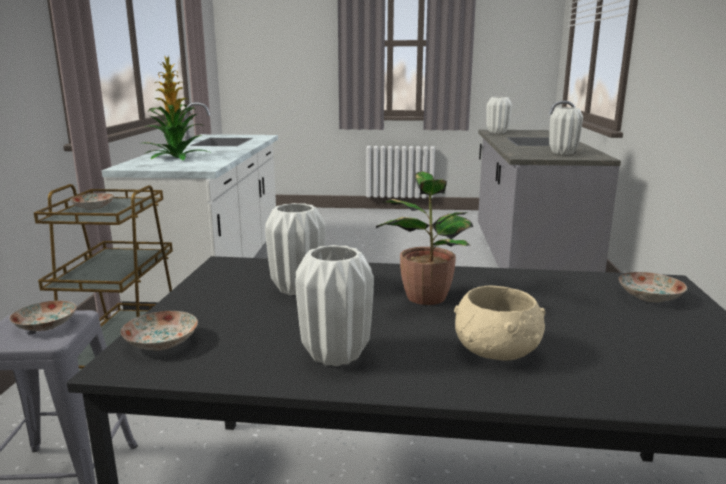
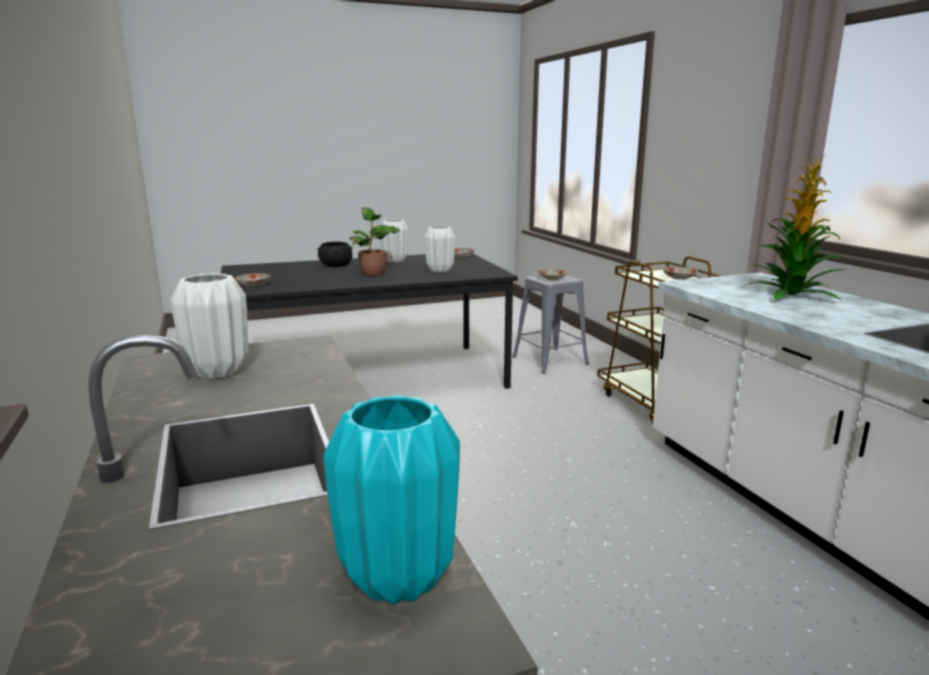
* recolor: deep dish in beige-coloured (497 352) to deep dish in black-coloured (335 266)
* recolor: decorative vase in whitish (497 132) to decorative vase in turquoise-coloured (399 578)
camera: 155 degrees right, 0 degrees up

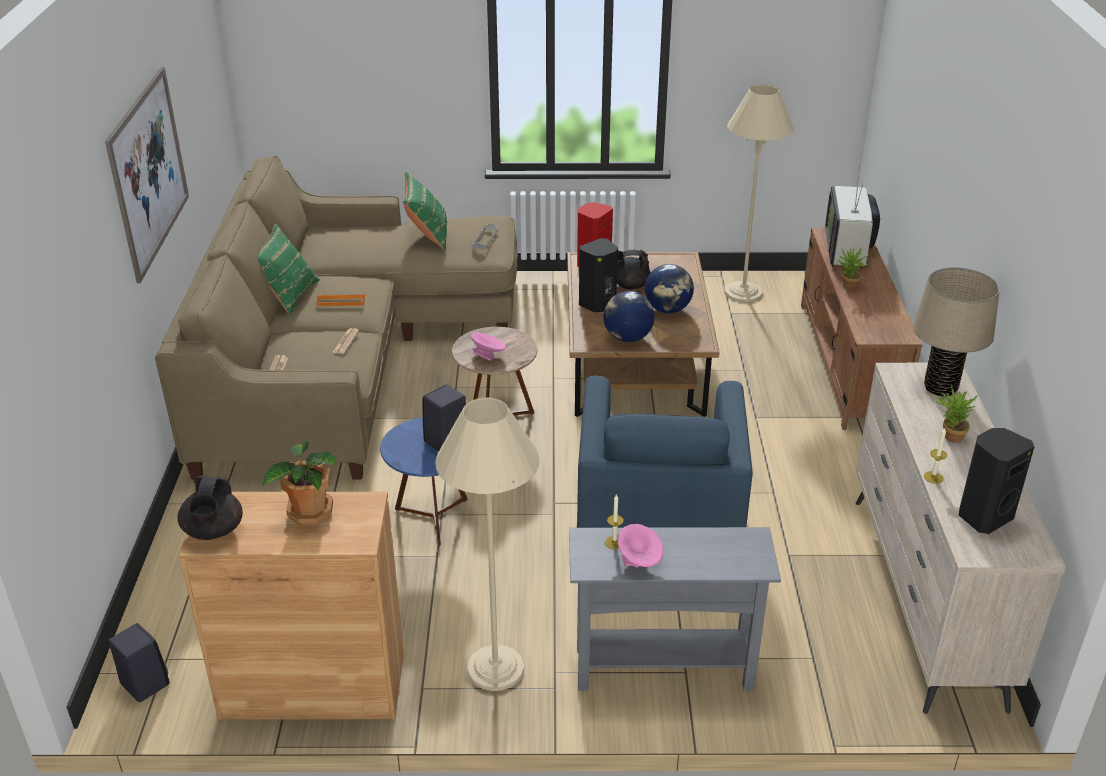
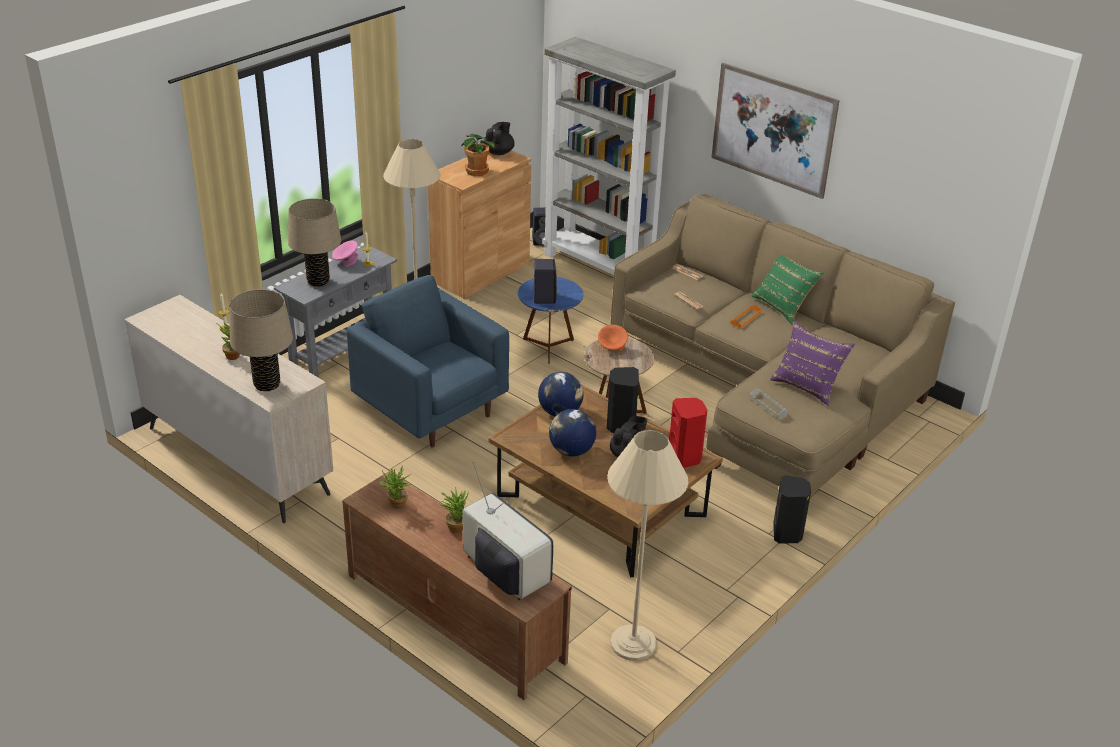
* rotate: tea pot in black-coloured (213 531) = (499 152) 75 degrees clockwise
* recolor: throw pillow in green-coloured (427 236) to throw pillow in purple (807 385)
* recolor: deep dish in pink-coloured (488 356) to deep dish in orange (612 349)
* move: loudspeaker in black-coloured (983 516) to (787 534)
* insert: tabletop lamp in beige-coloured (318 281)
* insert: plant in a pot (396 506)
* insert: bookcase in greyish (599 267)
camera: 130 degrees right, 0 degrees up

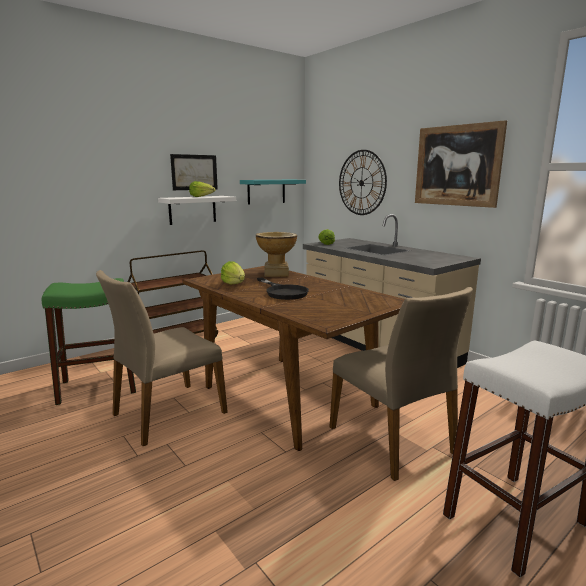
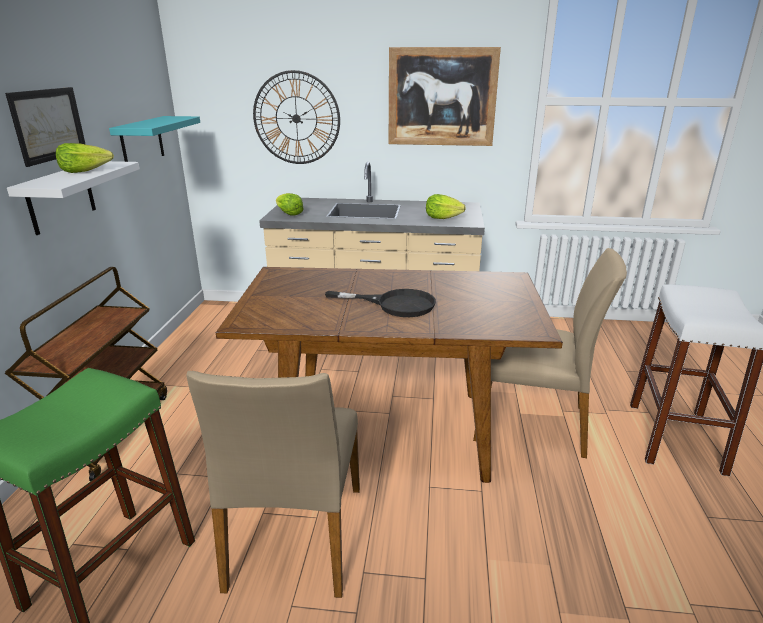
* move: head of lettuce (234 284) to (442 218)
* delete: decorative vase (276 273)
camera: 45 degrees left, 10 degrees up

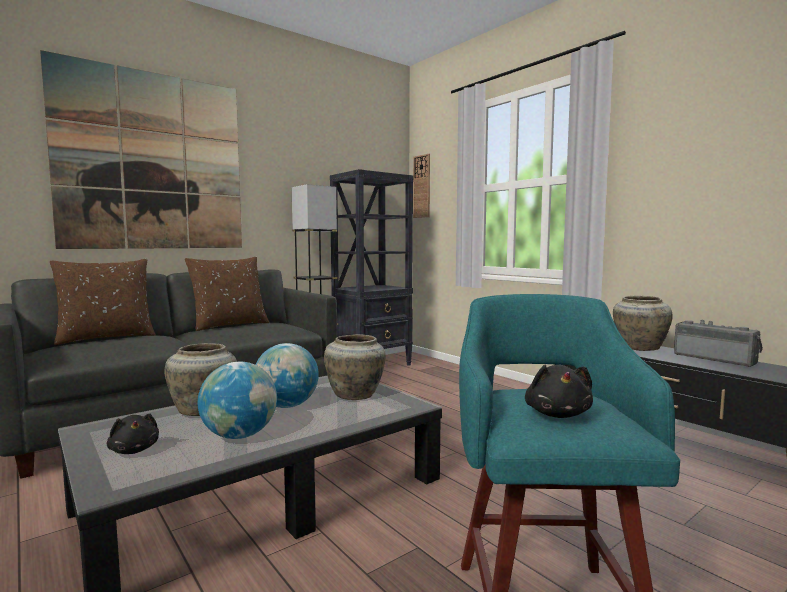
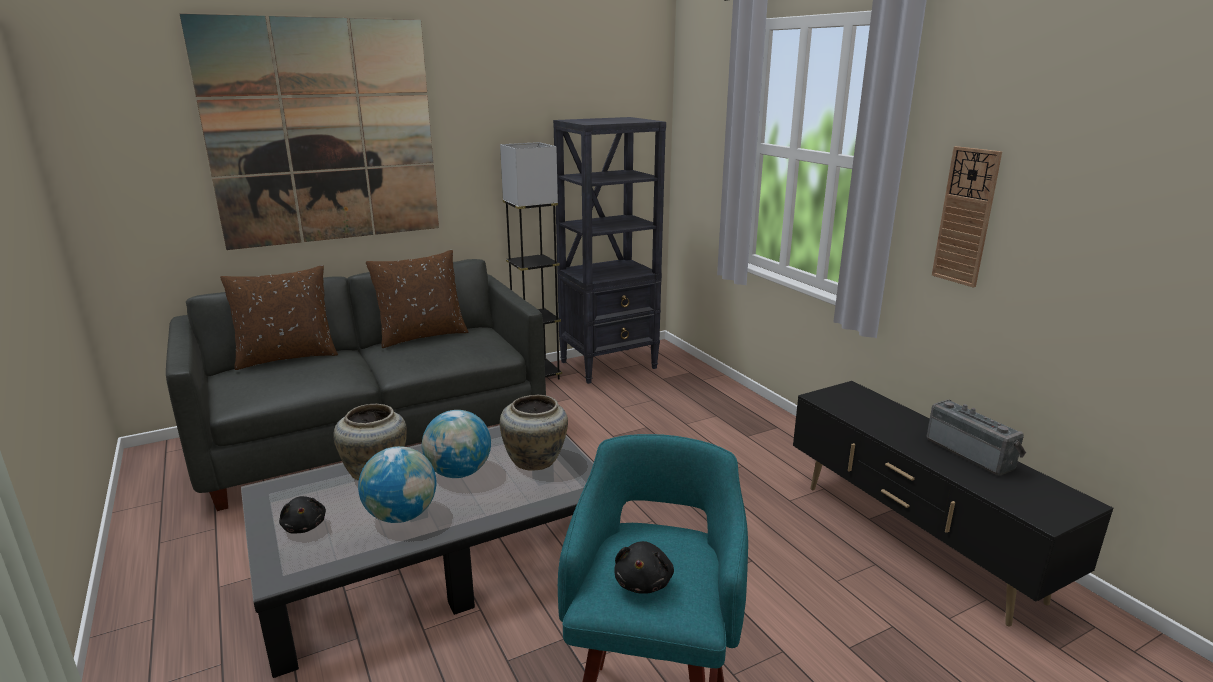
* move: clock on the wall (422 186) to (966 217)
* delete: decorative vase in beige-coloured (639 348)
camera: 10 degrees right, 15 degrees up

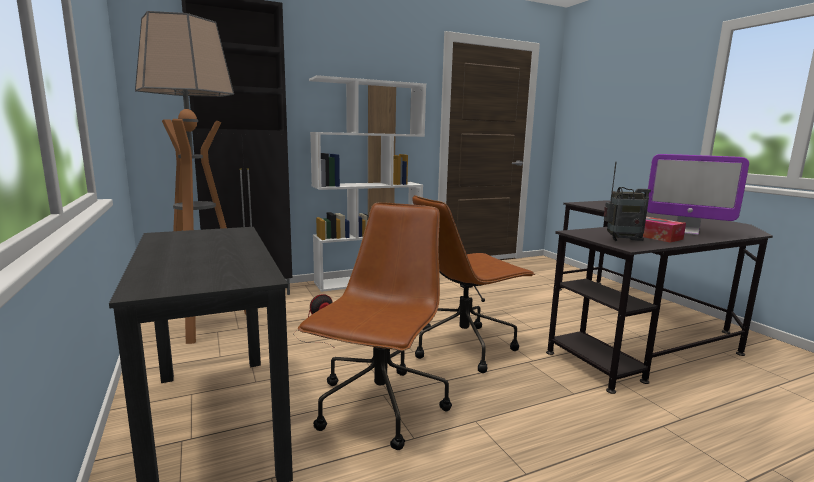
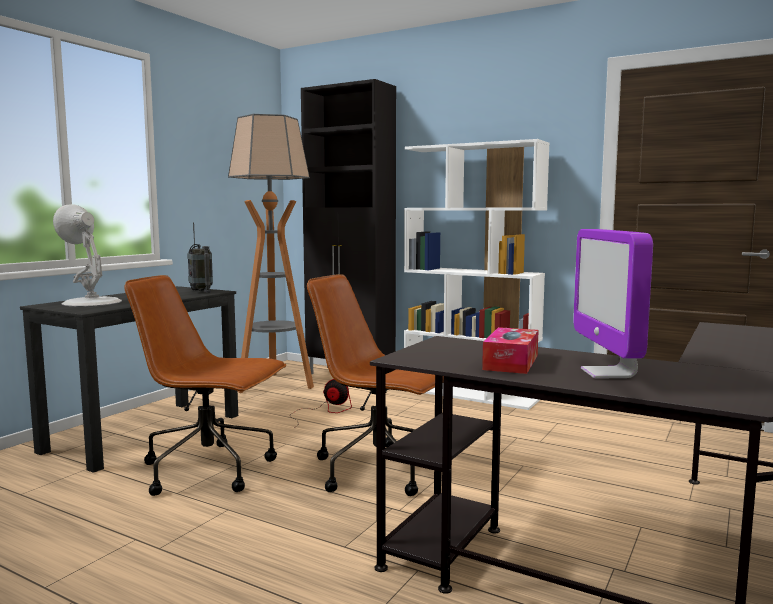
* rotate: computer chair in brownish (379 408) = (210 470) 150 degrees counterclockwise
* move: radio receiver (622 241) to (200 291)
* insert: tabletop lamp in whitish (91 302)
camera: 55 degrees right, 5 degrees down

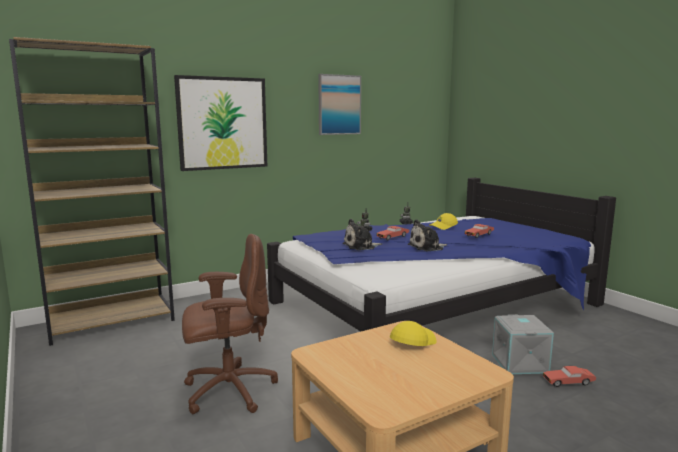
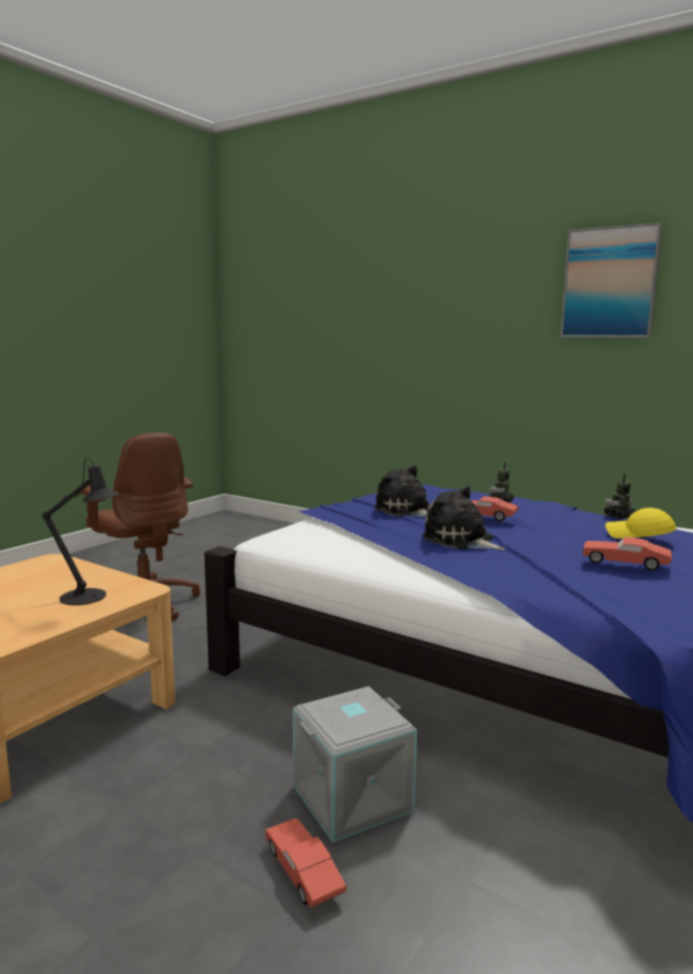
* delete: bookcase in brownish (112 322)
* delete: picture (222 123)
* replace: baseball cap in yellow-coloured (412 342) to tabletop lamp in black-coloured (89 597)
camera: 65 degrees right, 0 degrees up

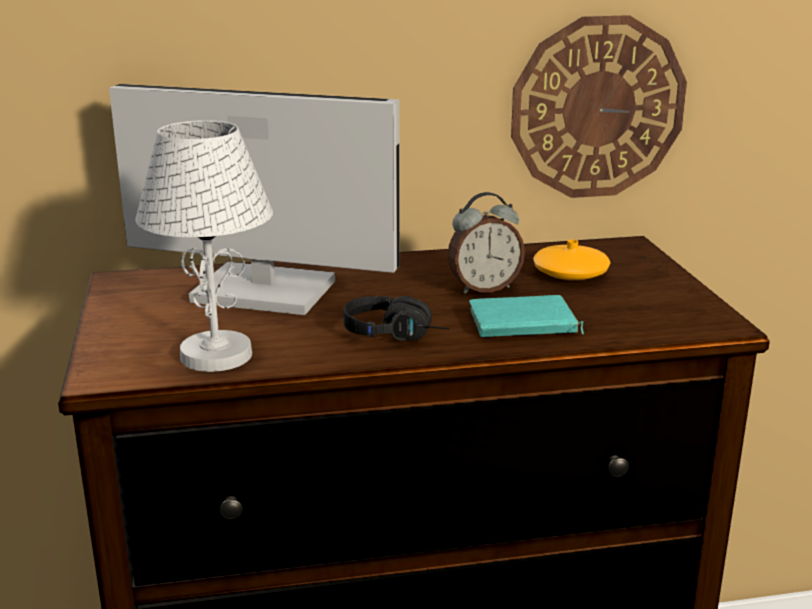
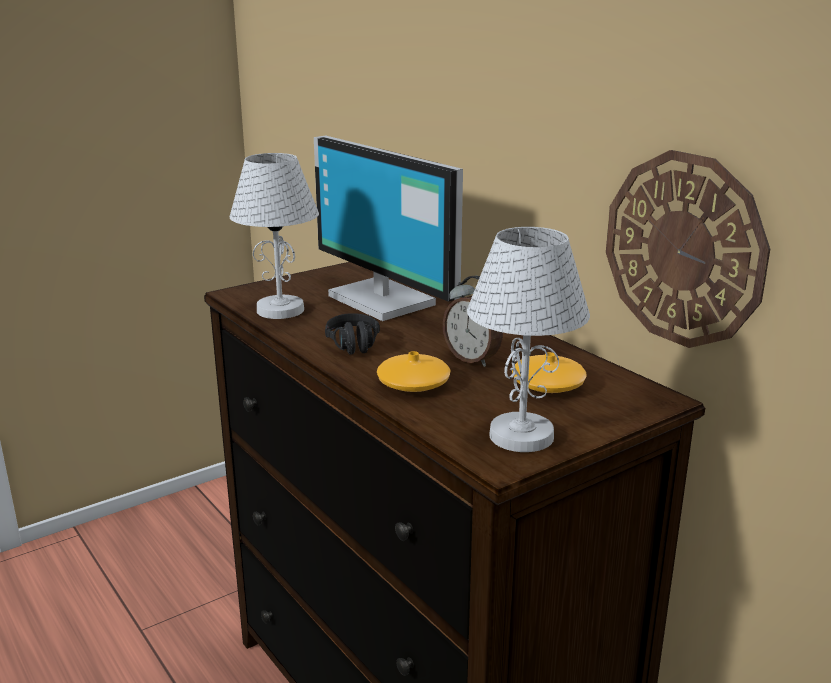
* rotate: computer screen (261 294) = (385 299) 150 degrees clockwise
* replace: bound book in turquoise-coloured (522 324) to decorative vase in orange (413 383)
* insert: tabletop lamp in whitish (520 436)
camera: 65 degrees right, 0 degrees up

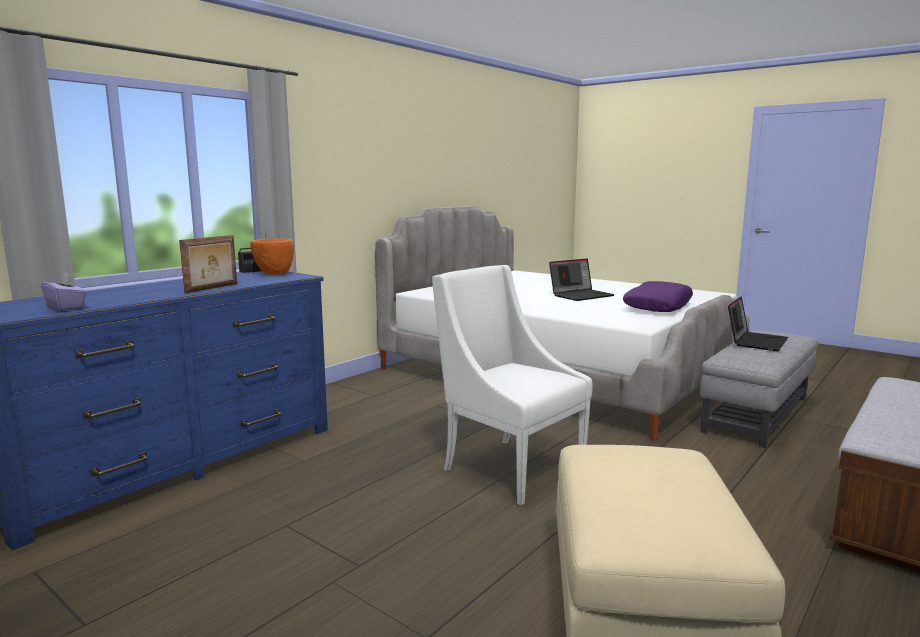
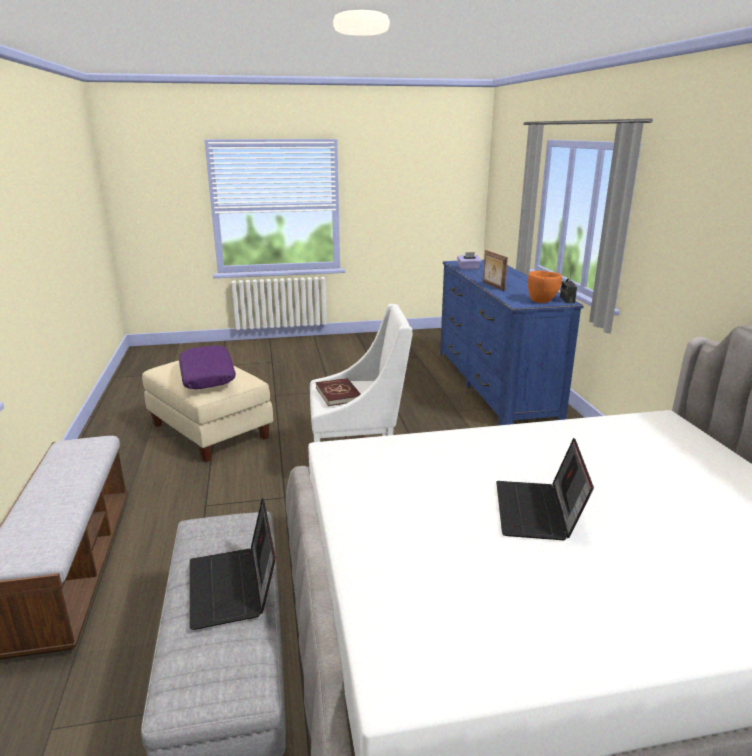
* move: throw pillow in purple (657 307) to (208 376)
* insert: bound book in reddish (338 394)
camera: 130 degrees right, 10 degrees up

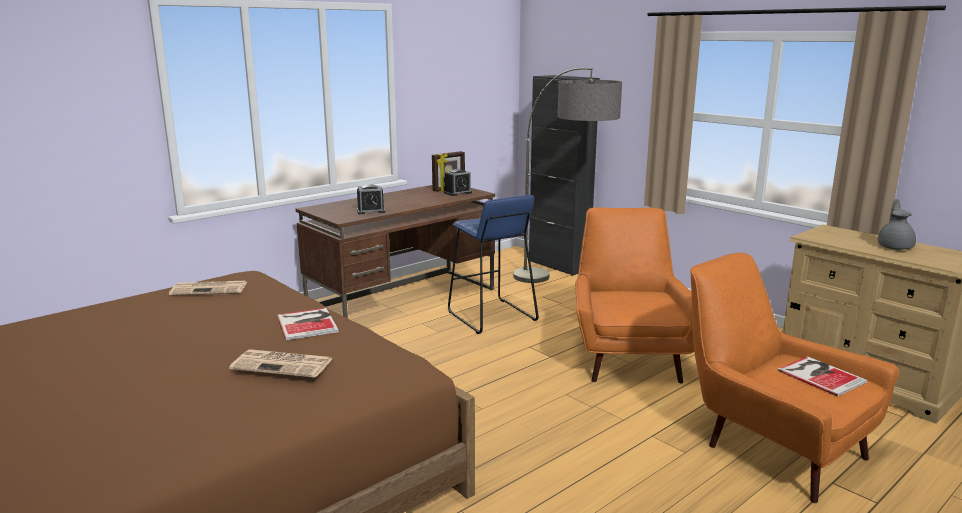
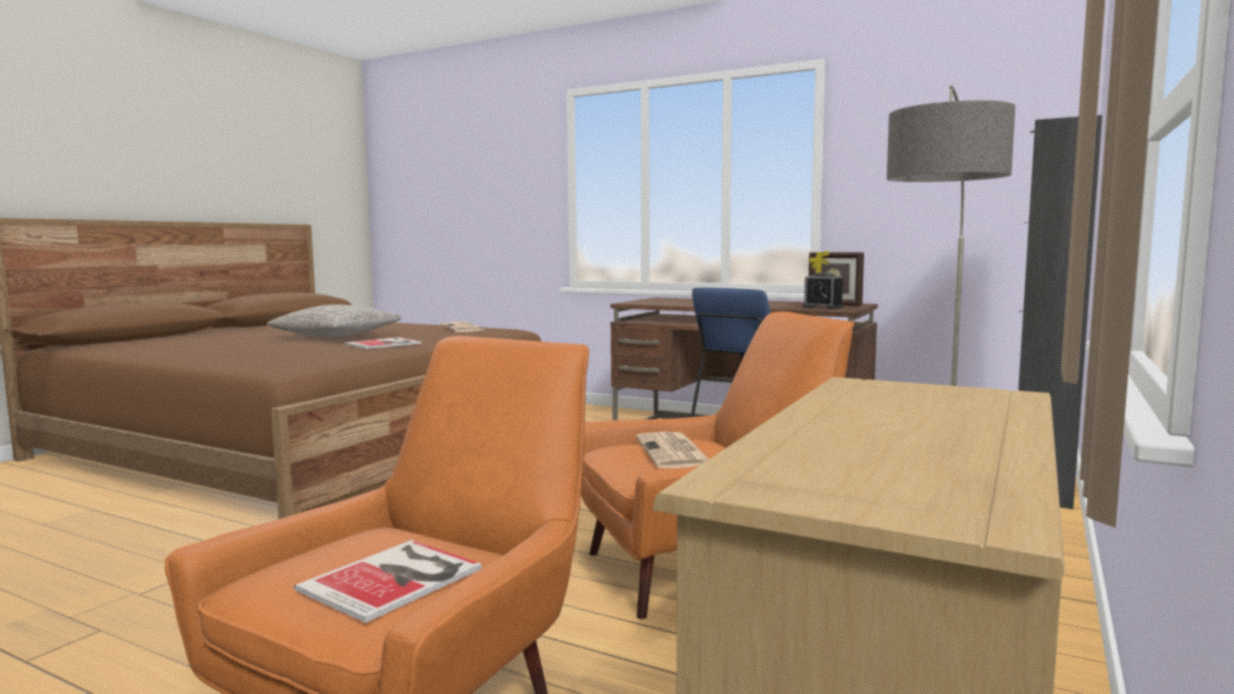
* move: daily paper (284 364) to (674 452)
* delete: alarm clock (370 211)
* delete: tea pot in greyish (895 247)
* insert: throw pillow in greyish (337 336)
camera: 70 degrees right, 10 degrees down

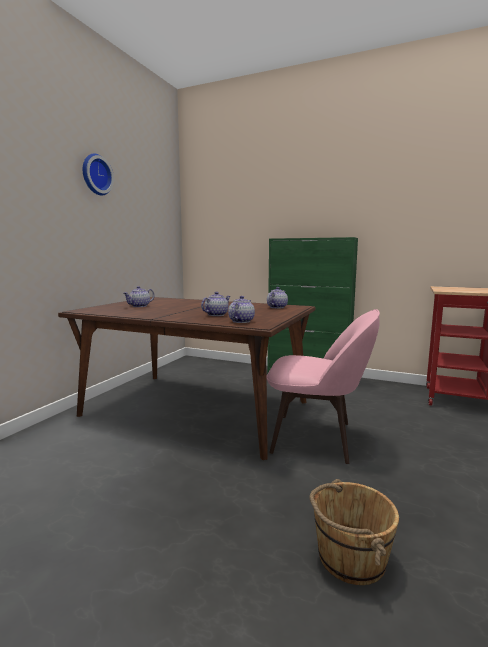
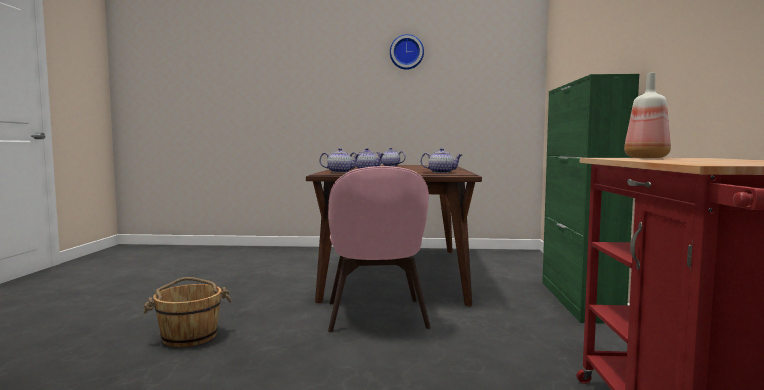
* insert: bottle (644 158)
camera: 70 degrees right, 5 degrees down

